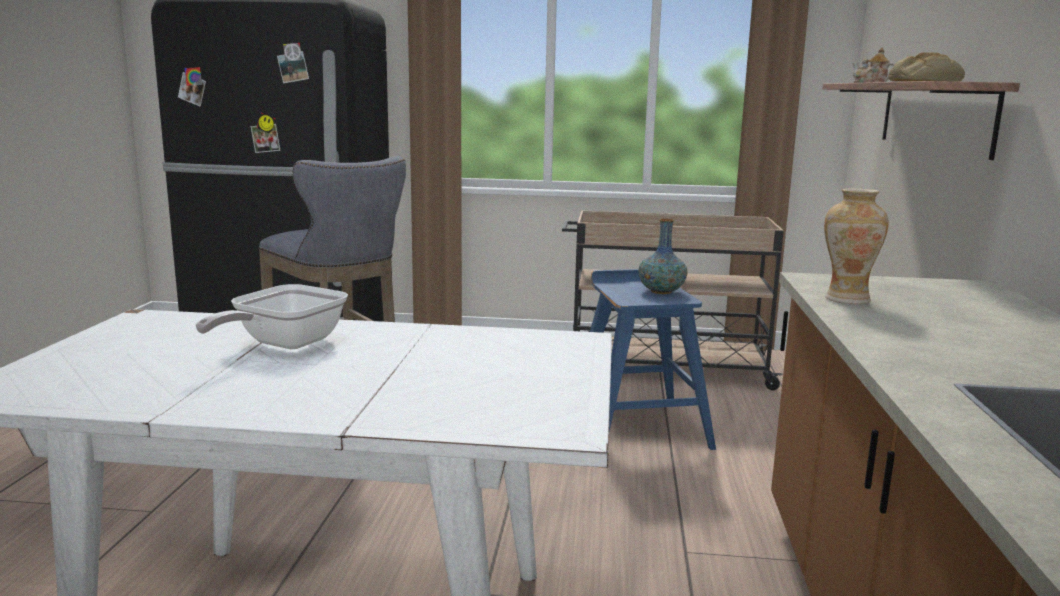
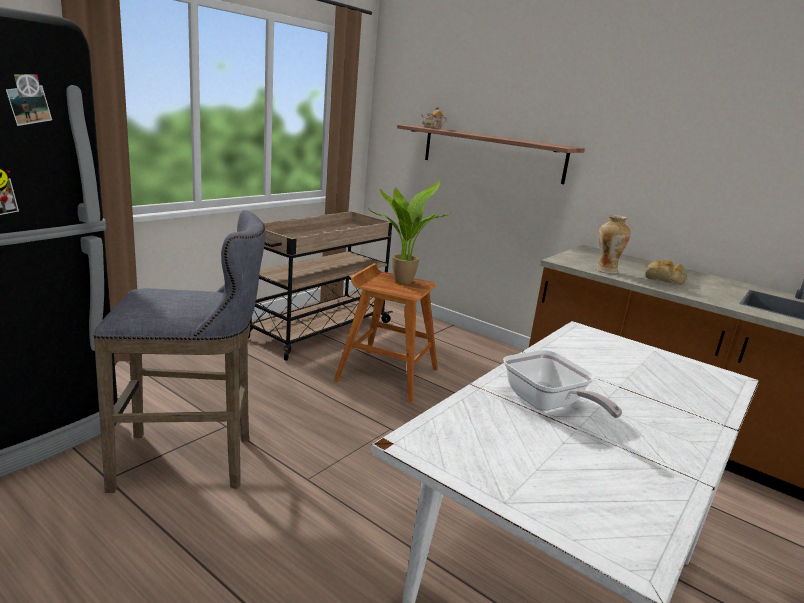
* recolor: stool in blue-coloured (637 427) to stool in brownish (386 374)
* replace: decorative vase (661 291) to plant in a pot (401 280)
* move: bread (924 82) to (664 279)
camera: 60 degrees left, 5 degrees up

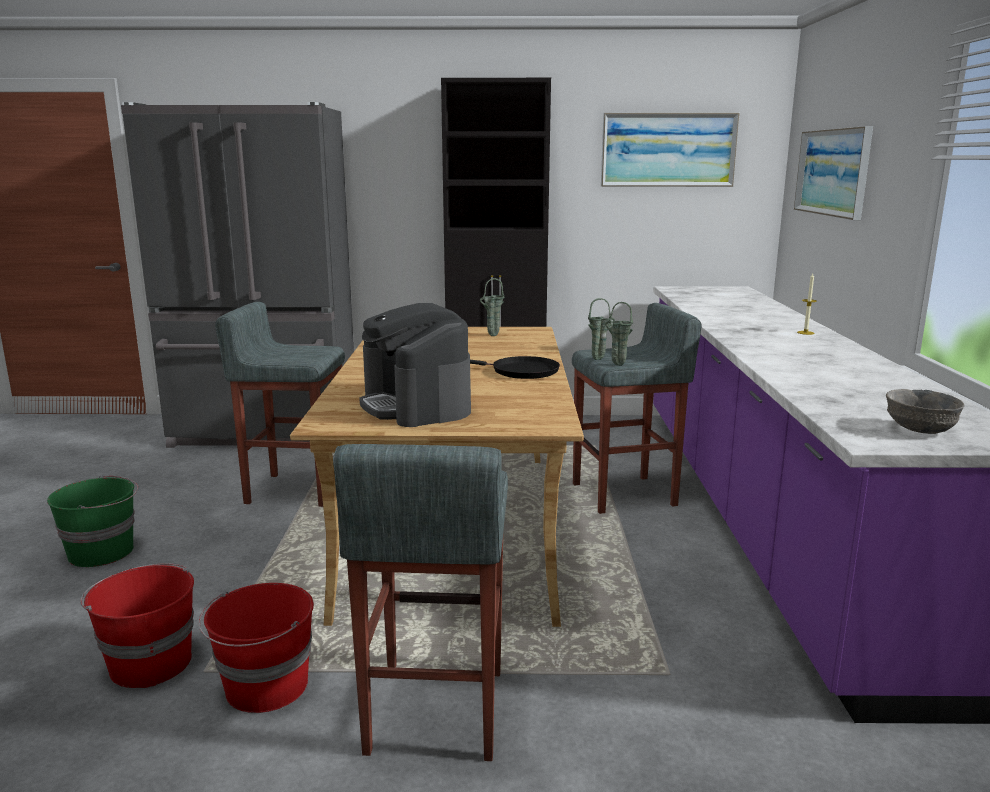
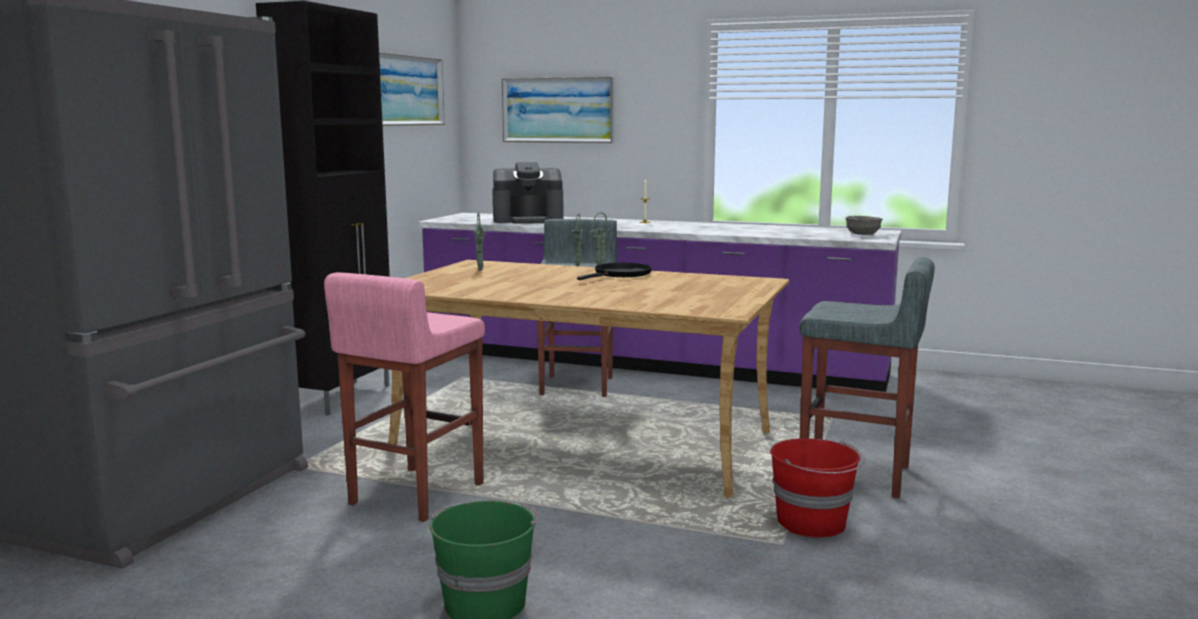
* delete: bucket in reddish (149 663)
* recolor: stool in greyish (296 490) to stool in pink-coloured (414 494)
* move: coffee brewer (416 406) to (528 220)
camera: 70 degrees left, 5 degrees down

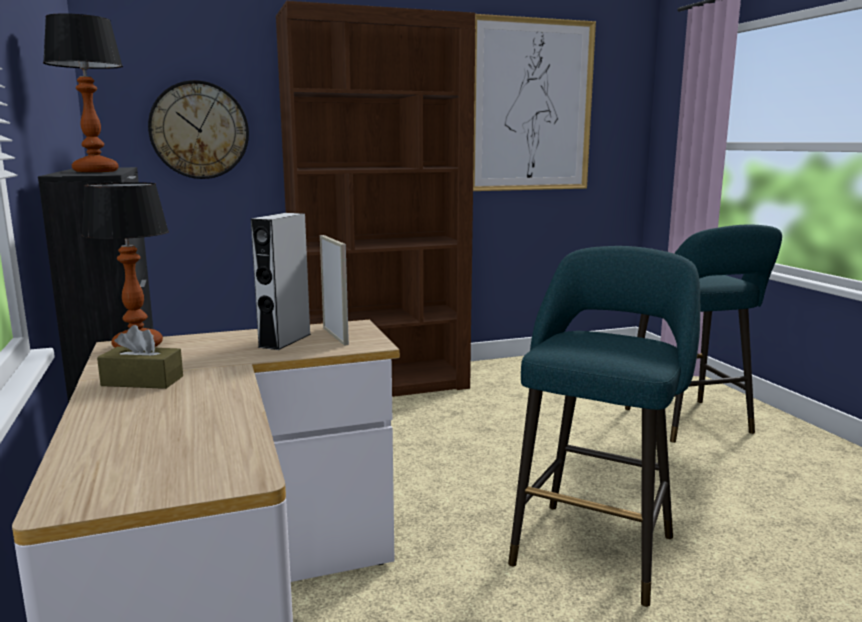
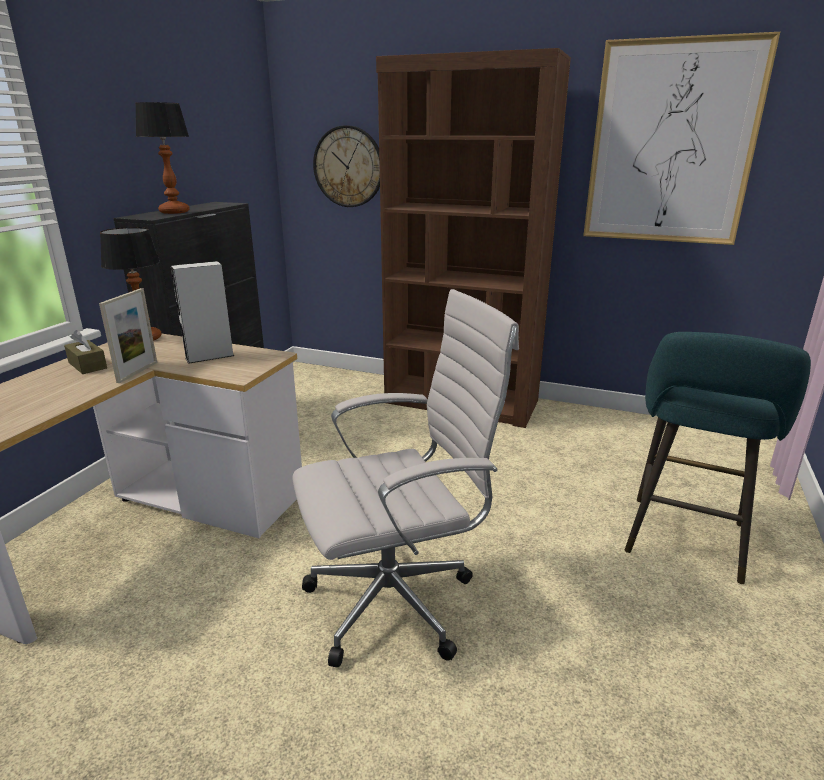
* move: photo frame (335 336) to (137 372)
* replace: stool in turquoise-coloured (596 545) to computer chair in whitish (398 601)
camera: 40 degrees right, 10 degrees up

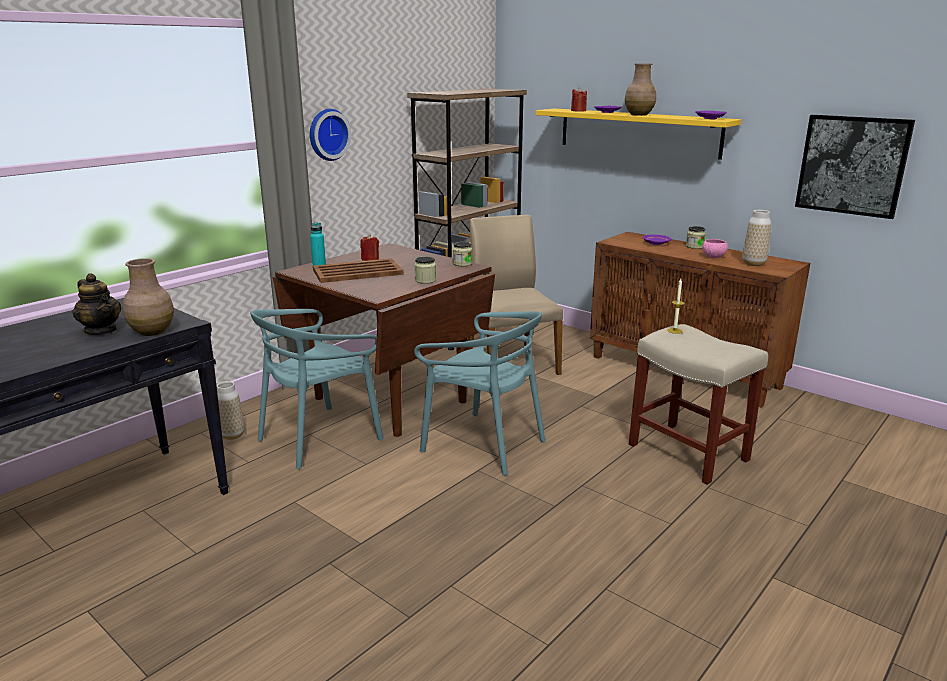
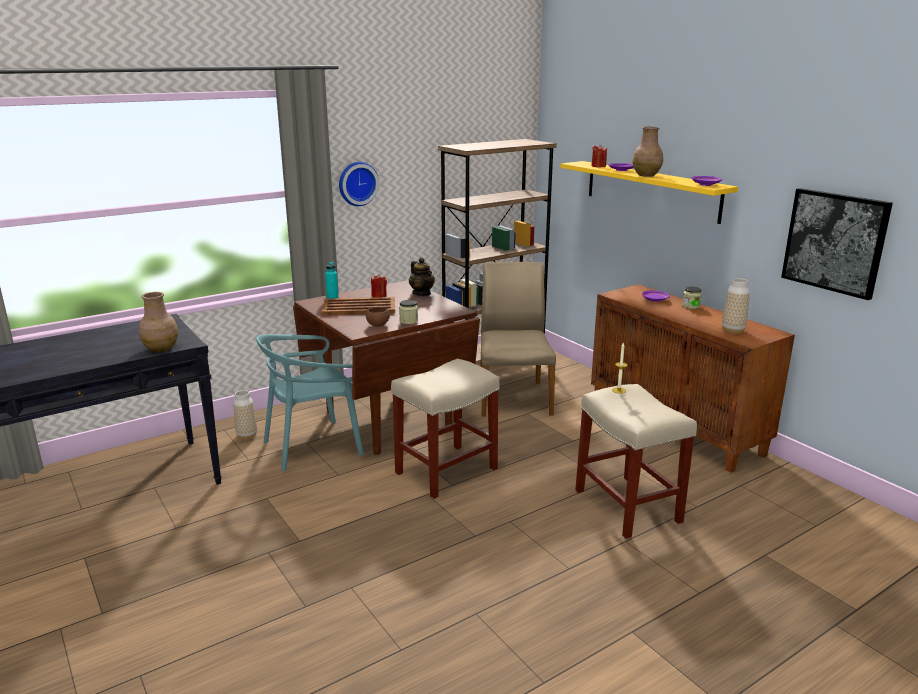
* move: tea pot (101 331) to (422 293)
* replace: plain chair in turquoise-coloured (484 444) to stool in beige-coloured (445 471)
* delete: preserve jar (462 264)
* delete: deep dish in pink-coloured (713 257)
* insert: deep dish in brownish (378 325)
camera: 15 degrees right, 0 degrees up

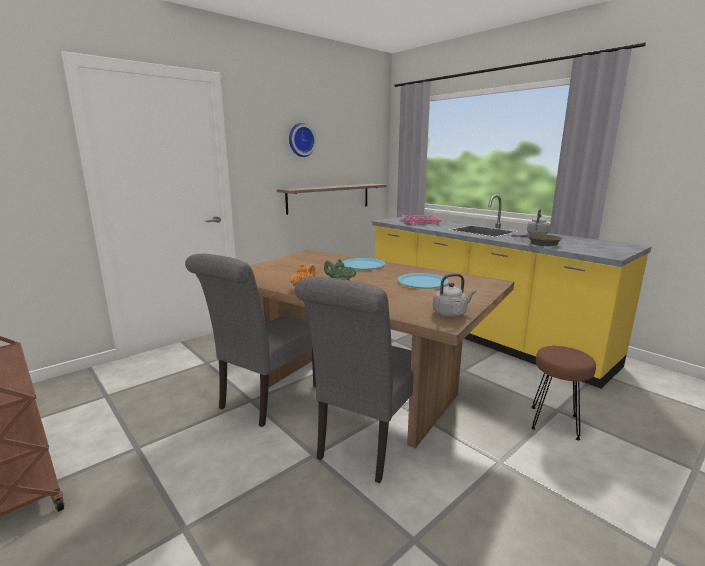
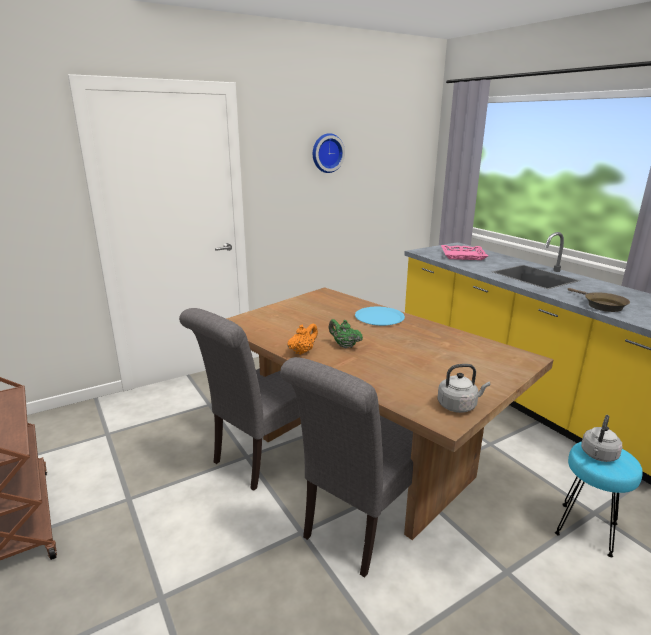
* delete: shelf (329 198)
* delete: flat dish in blue-coloured (422 282)
* move: water kettle in greyish (537 235) to (598 455)
* recolor: stool in brownish (555 423) to stool in turquoise-coloured (587 529)
camera: 10 degrees right, 5 degrees up

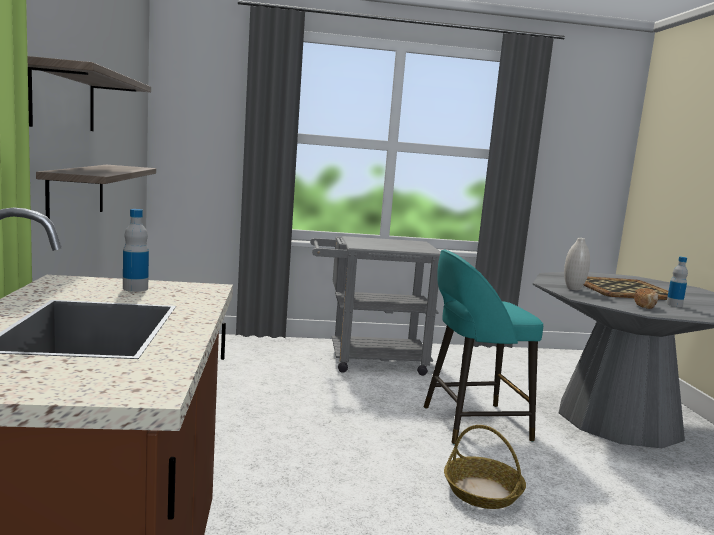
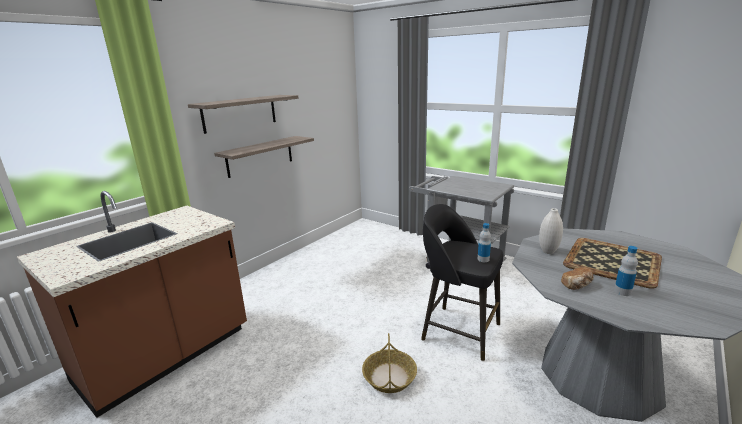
* move: bottle (135 288) to (483 259)
* recolor: stool in turquoise-coloured (472 423) to stool in black-coloured (458 331)
camera: 45 degrees right, 10 degrees up

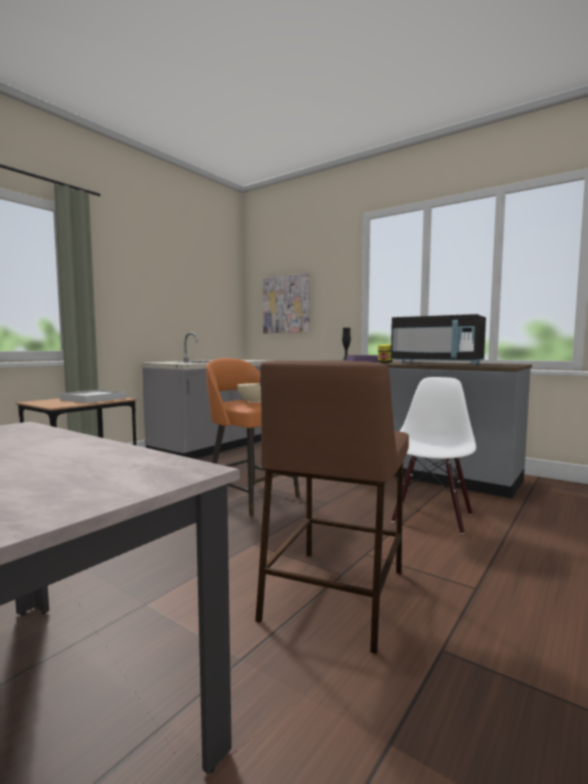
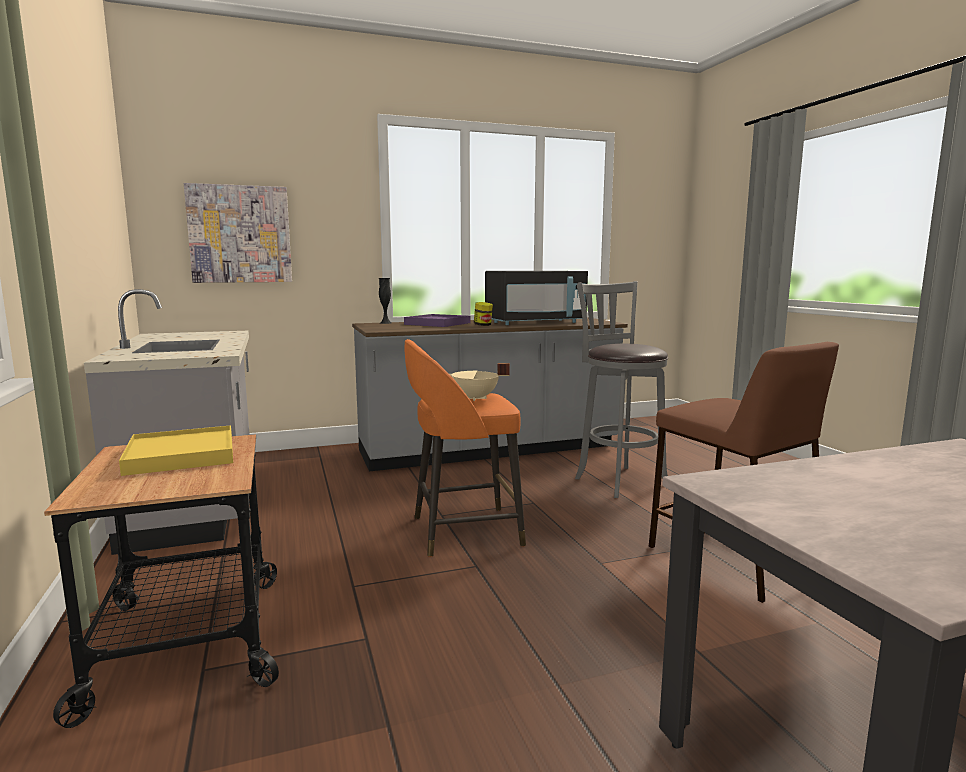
* recolor: carrying tray in whitish (93 399) to carrying tray in yellow-coloured (181 455)
* replace: plain chair in whitish (431 517) to stool in greyish (618 480)
camera: 55 degrees left, 5 degrees up

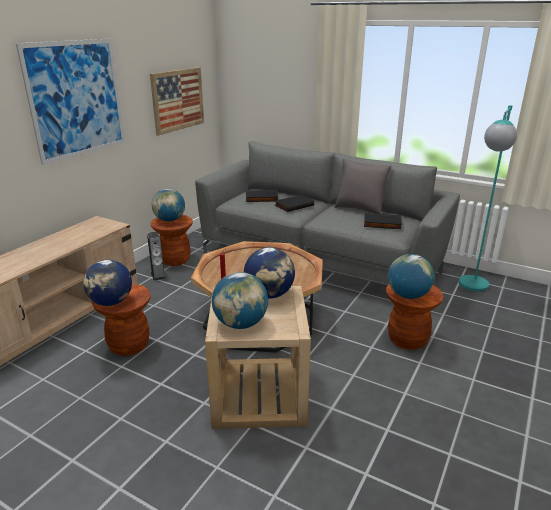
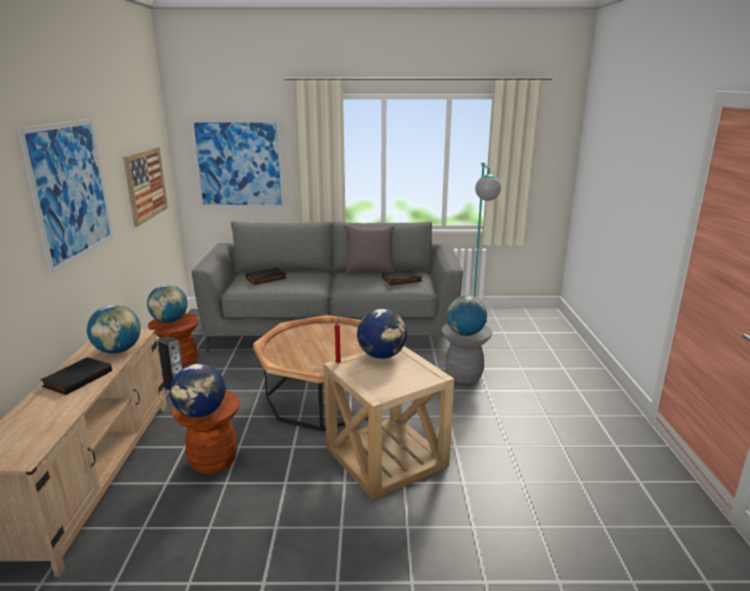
* move: globe (241 324) to (118 350)
* move: bound book in black-coloured (294 205) to (77 378)
* recolor: stool in brownish (407 339) to stool in greyish (463 376)
* insert: picture (239 164)
camera: 30 degrees left, 5 degrees down

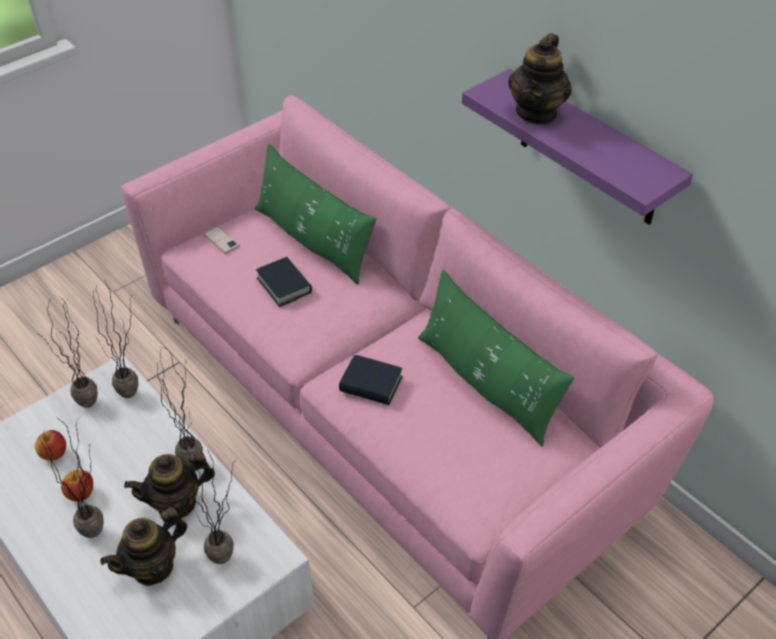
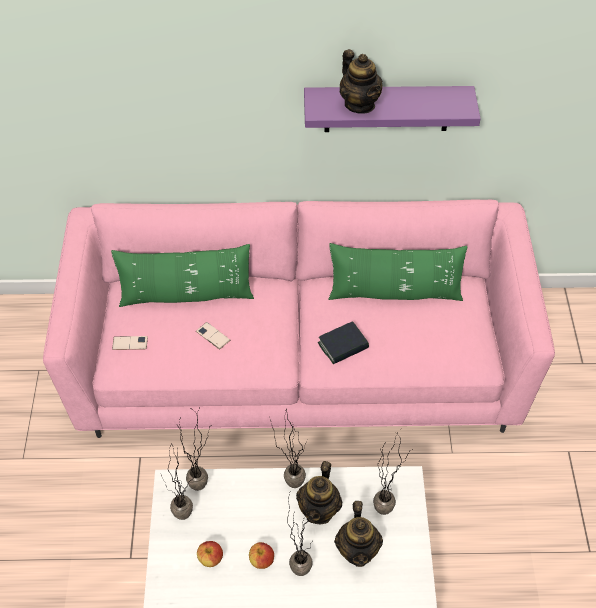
* replace: bound book (284 285) to phone (213 336)
camera: 50 degrees left, 5 degrees up

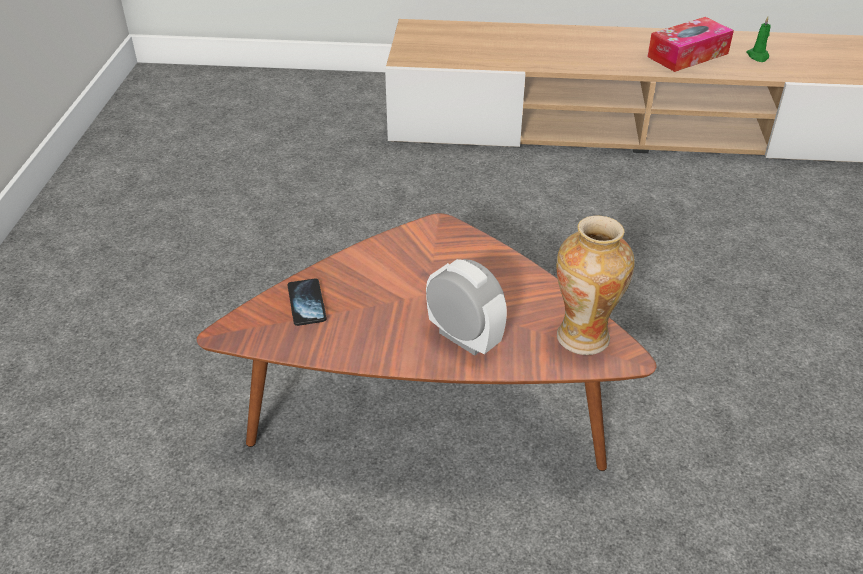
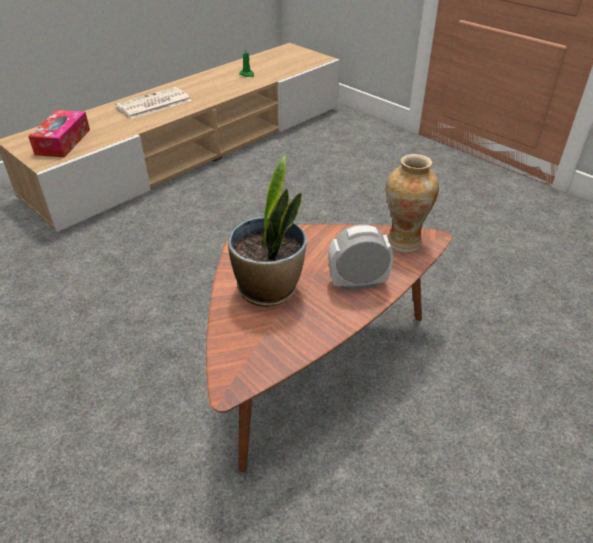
* delete: phone (306 303)
* move: tissue box (687 55) to (63 142)
* insert: daily paper (153 104)
* insert: plant in a pot (269 289)
camera: 50 degrees left, 0 degrees up

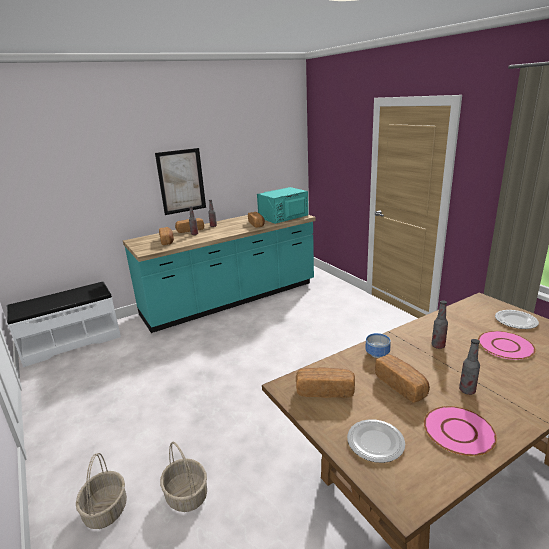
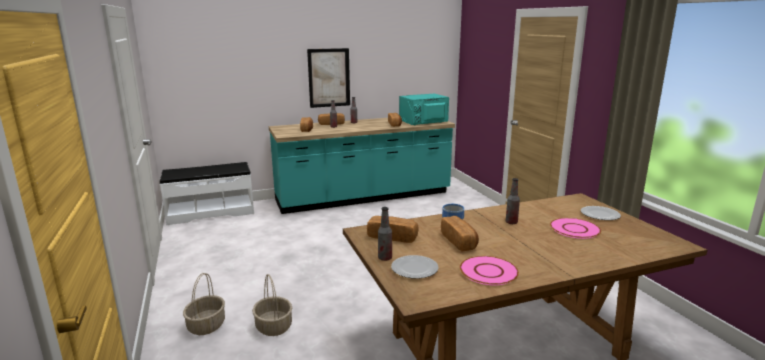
* move: bottle (467 390) to (385 258)
camera: 10 degrees right, 5 degrees down

